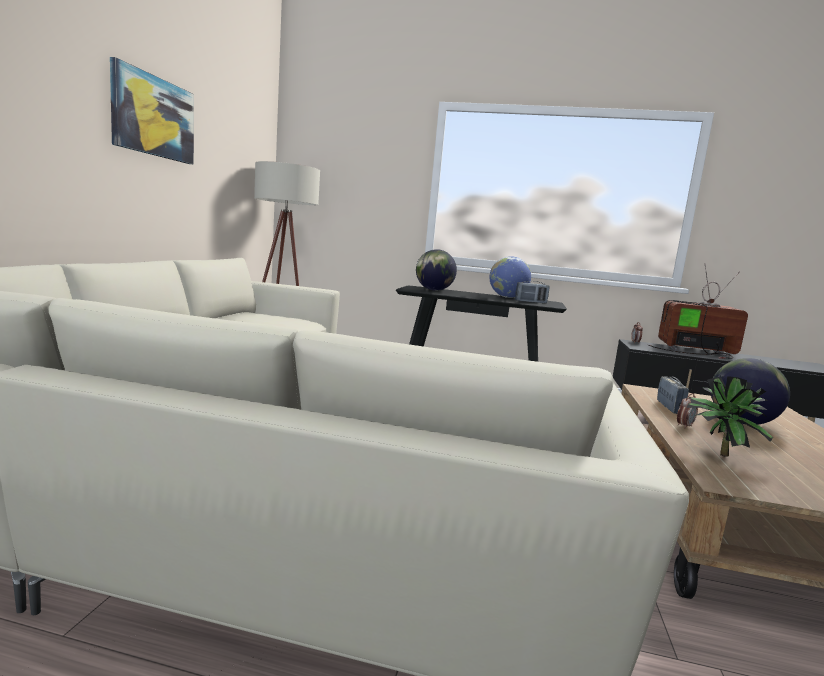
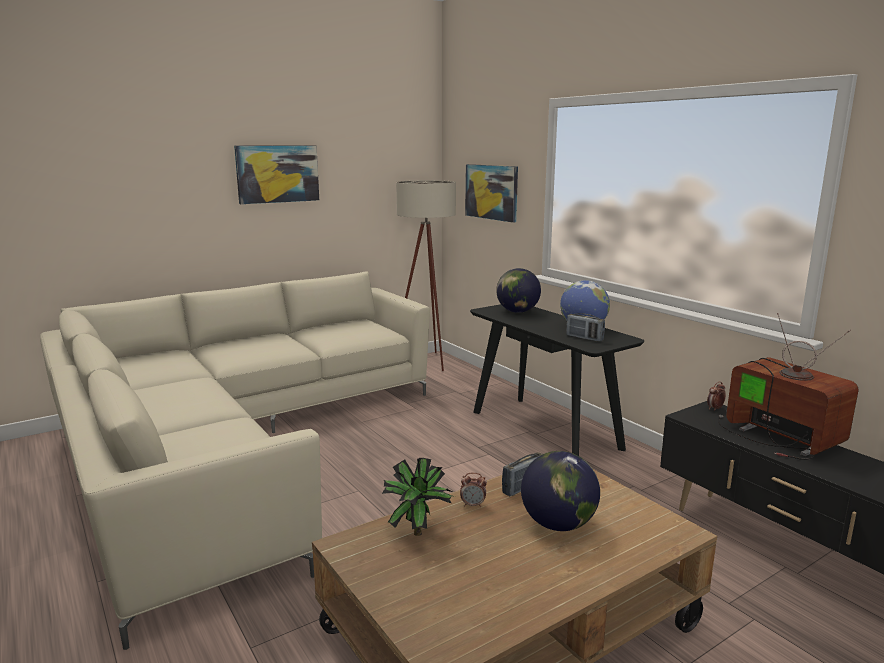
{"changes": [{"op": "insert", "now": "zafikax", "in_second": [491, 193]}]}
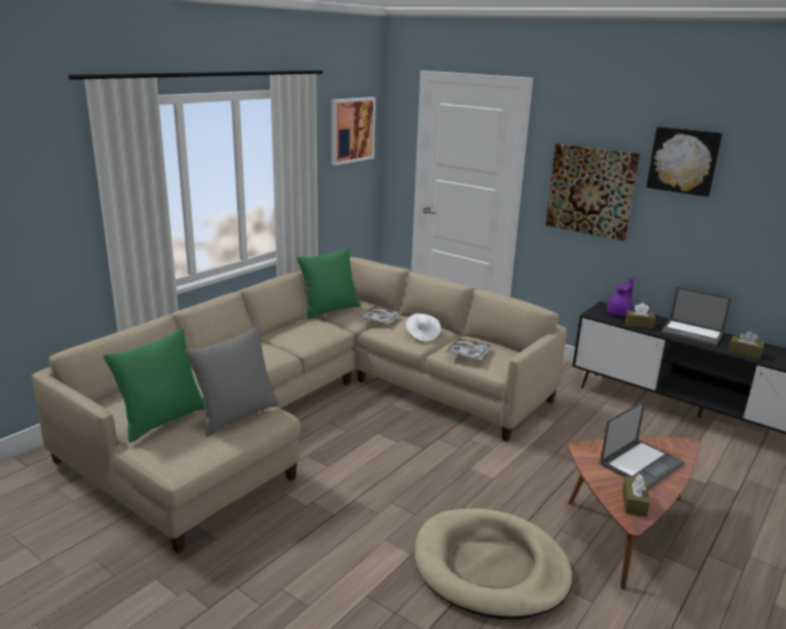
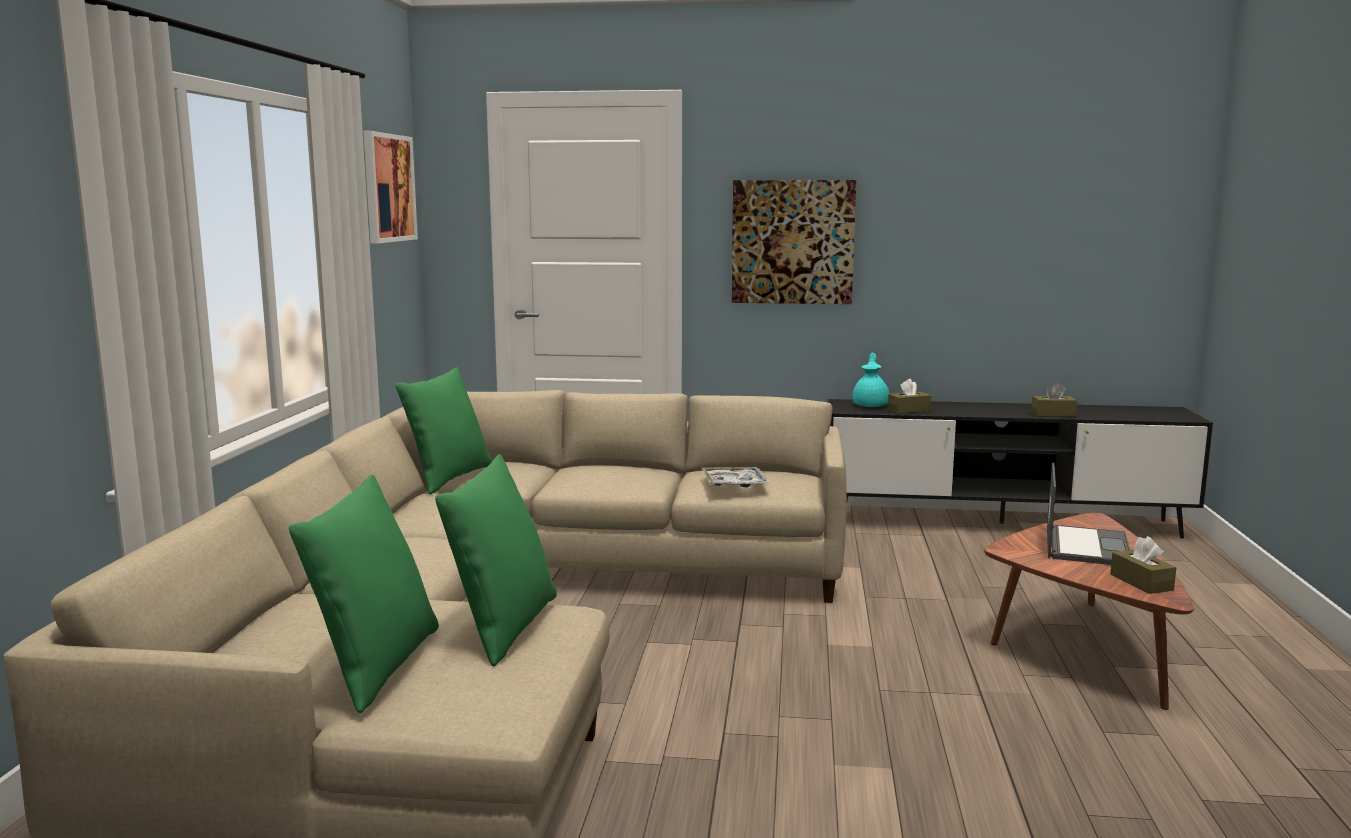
{"changes": [{"op": "recolor", "was": "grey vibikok", "now": "green vibikok", "in_first": [232, 382], "in_second": [496, 560]}, {"op": "recolor", "was": "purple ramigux", "now": "turquoise ramigux", "in_first": [620, 296], "in_second": [871, 380]}, {"op": "delete", "was": "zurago", "in_first": [380, 315]}, {"op": "delete", "was": "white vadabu", "in_first": [423, 327]}, {"op": "delete", "was": "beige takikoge", "in_first": [494, 564]}, {"op": "delete", "was": "zafikax", "in_first": [684, 162]}, {"op": "delete", "was": "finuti", "in_first": [695, 317]}]}
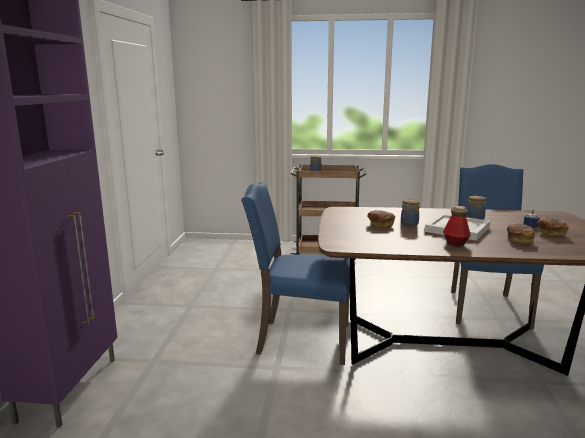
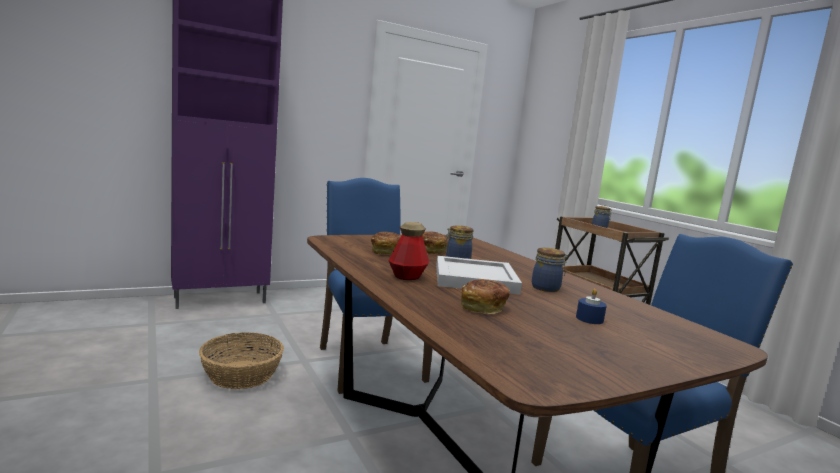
{"changes": [{"op": "insert", "now": "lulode", "in_second": [241, 360]}, {"op": "move", "was": "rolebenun", "in_first": [553, 227], "in_second": [386, 243]}]}
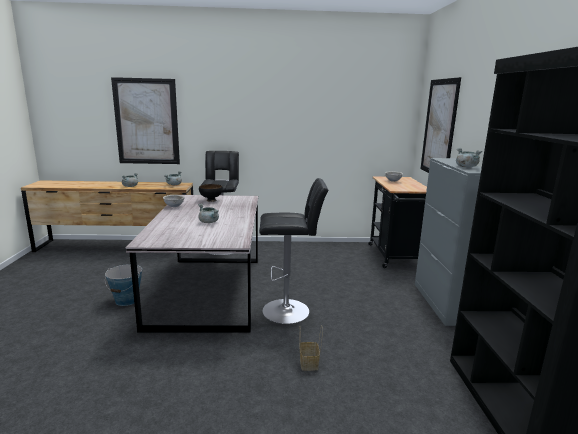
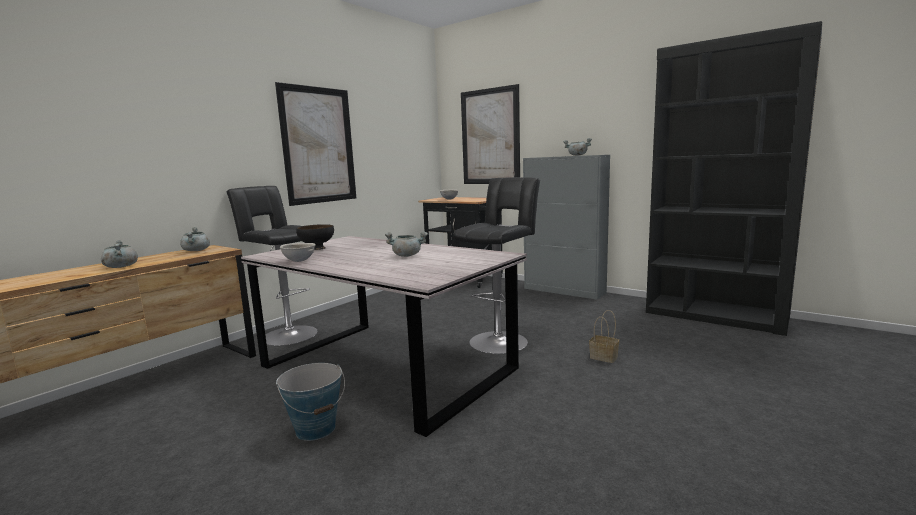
{"changes": [{"op": "move", "was": "zafikax", "in_first": [145, 120], "in_second": [315, 144]}]}
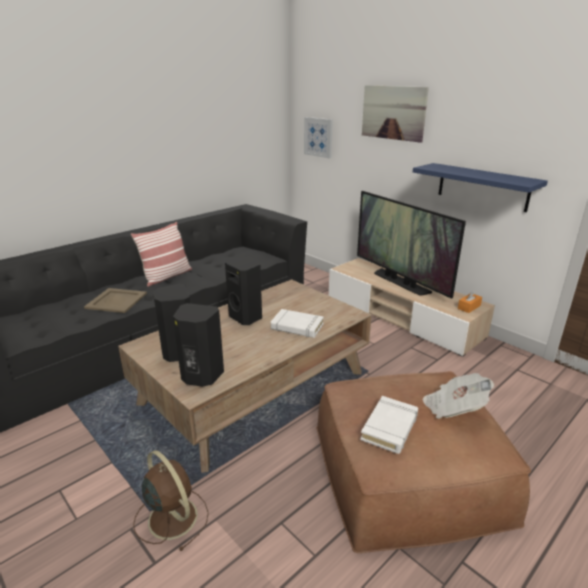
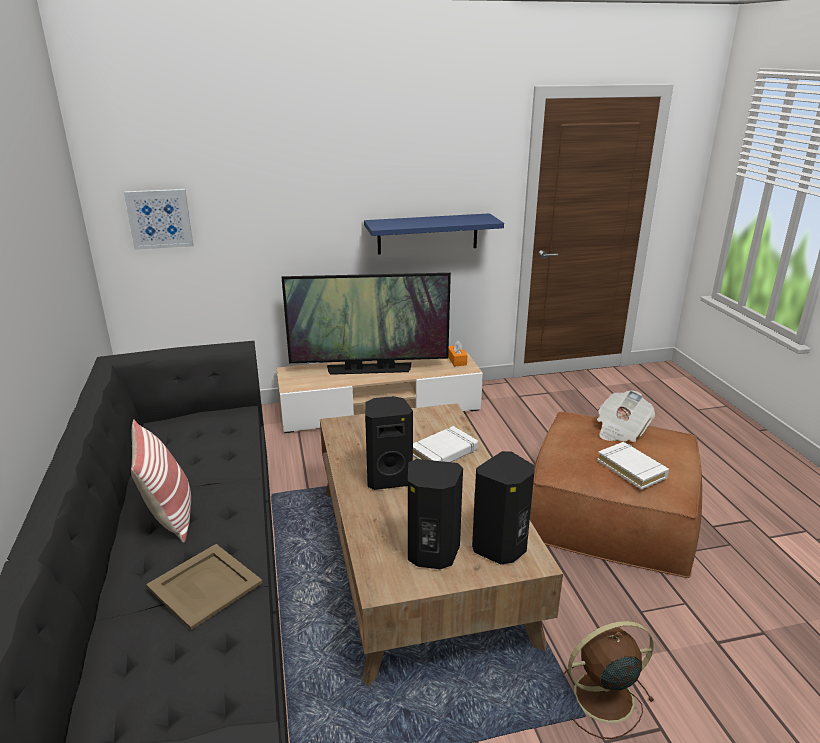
{"changes": [{"op": "delete", "was": "zafikax", "in_first": [395, 114]}]}
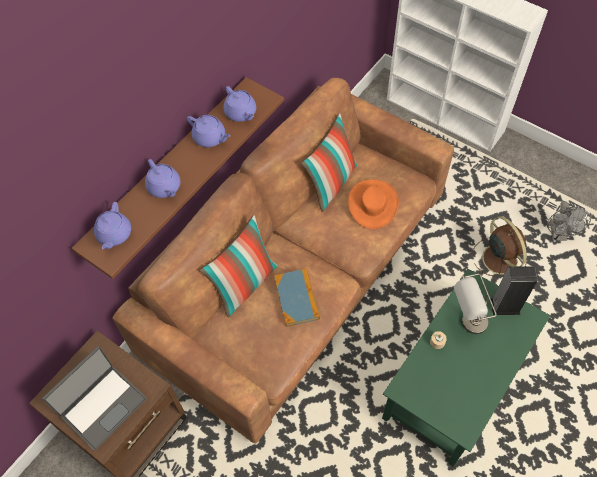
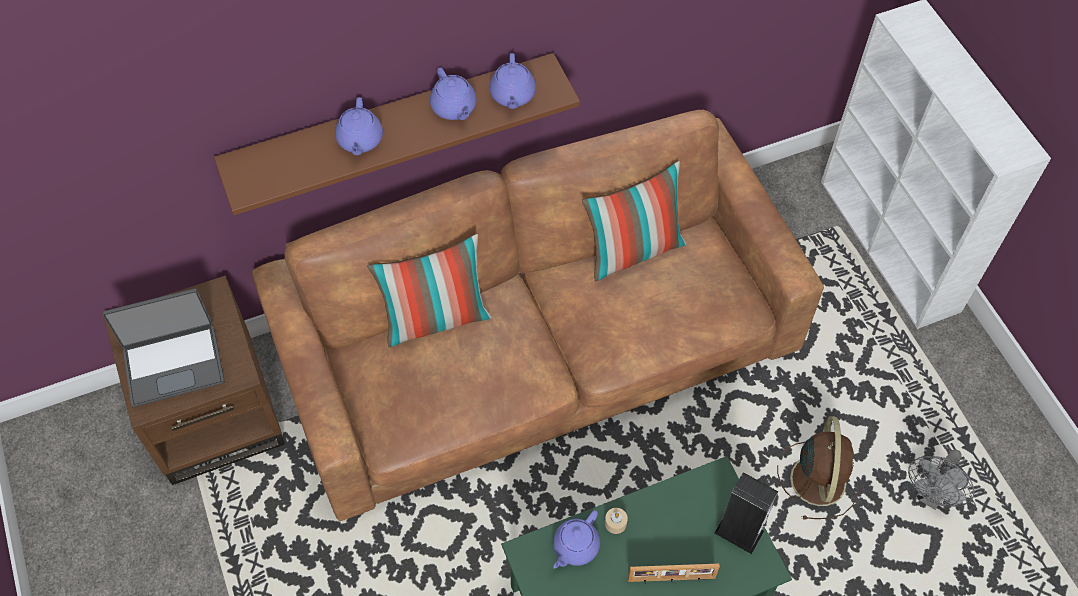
{"changes": [{"op": "move", "was": "purple ramigux", "in_first": [112, 225], "in_second": [576, 539]}, {"op": "insert", "now": "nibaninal", "in_second": [674, 573]}, {"op": "delete", "was": "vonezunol", "in_first": [297, 298]}, {"op": "delete", "was": "orange vadabu", "in_first": [373, 204]}, {"op": "delete", "was": "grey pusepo", "in_first": [475, 303]}]}
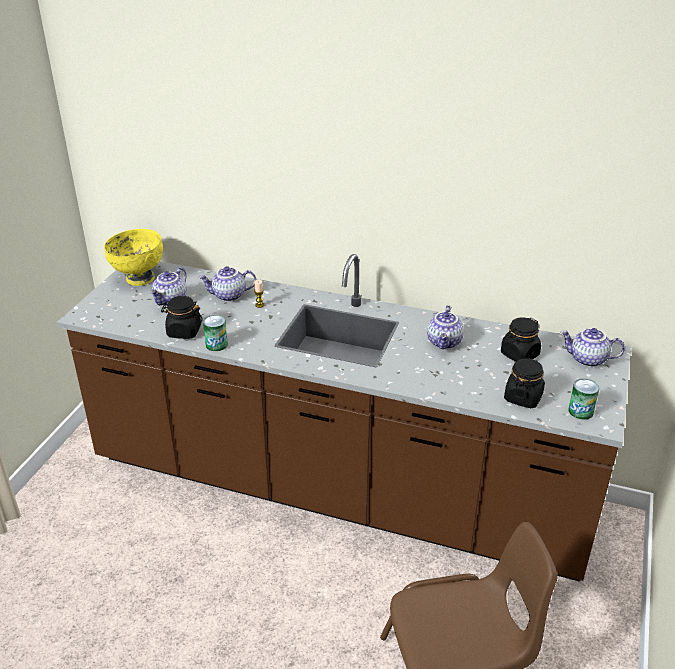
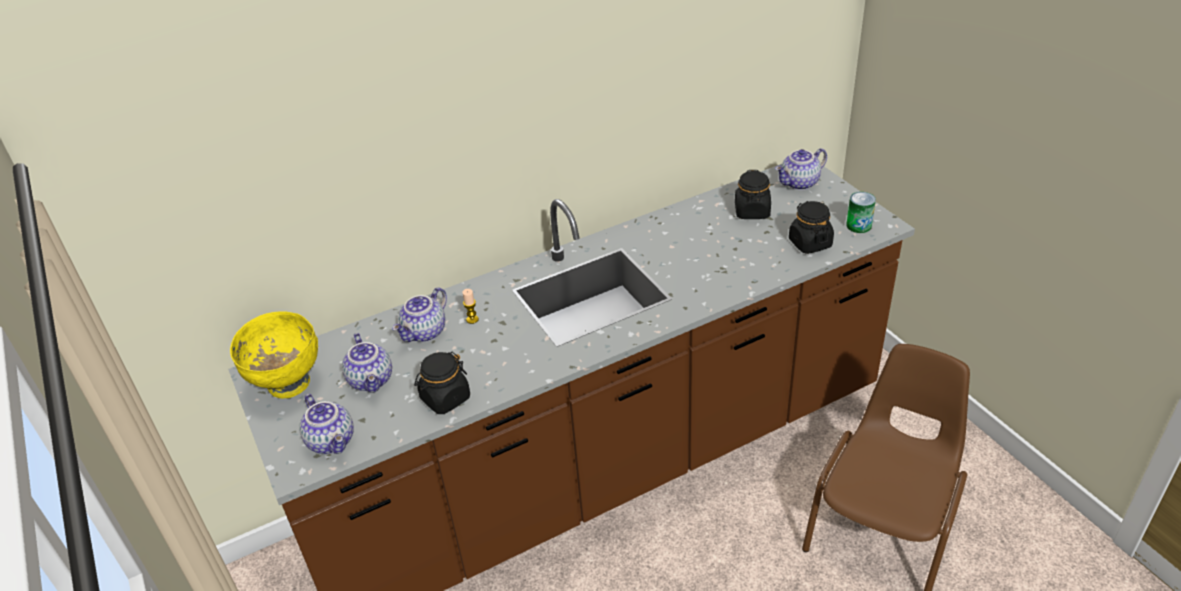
{"changes": [{"op": "move", "was": "ramigux", "in_first": [445, 327], "in_second": [326, 424]}, {"op": "delete", "was": "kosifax", "in_first": [215, 333]}]}
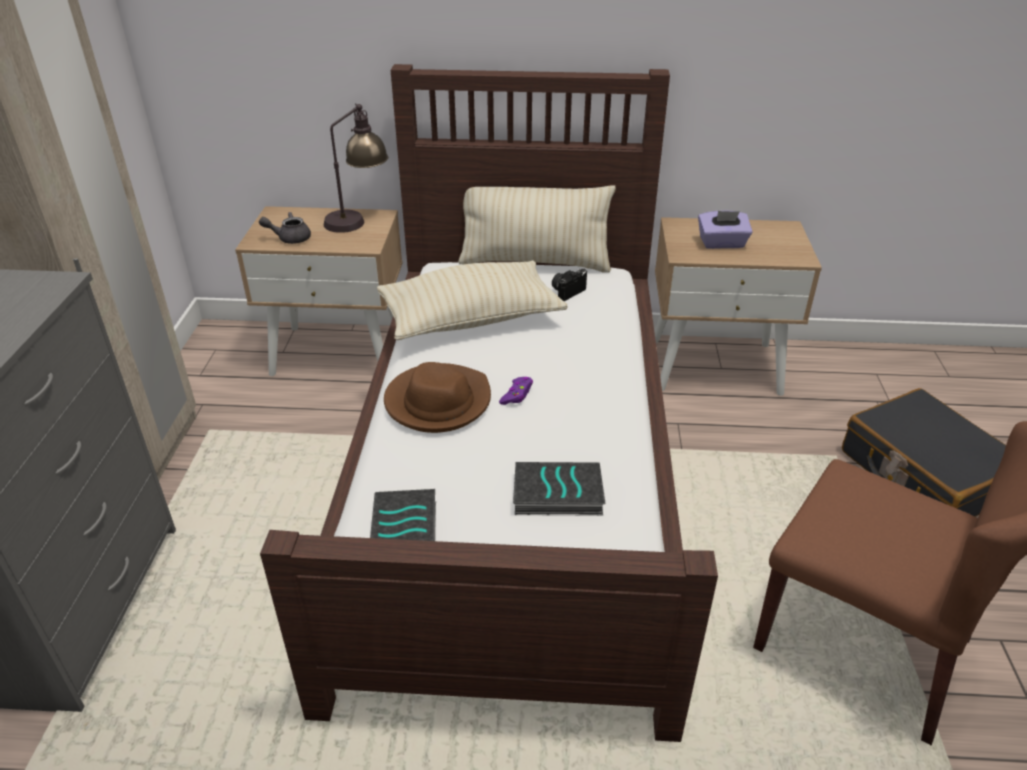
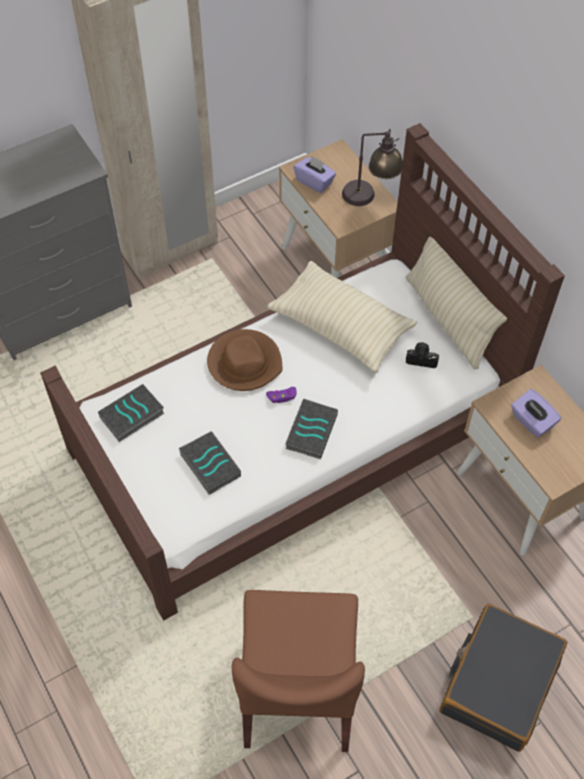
{"changes": [{"op": "insert", "now": "vonezunol", "in_second": [311, 428]}, {"op": "replace", "was": "grey ramigux", "now": "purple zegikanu", "in_first": [285, 228], "in_second": [315, 174]}]}
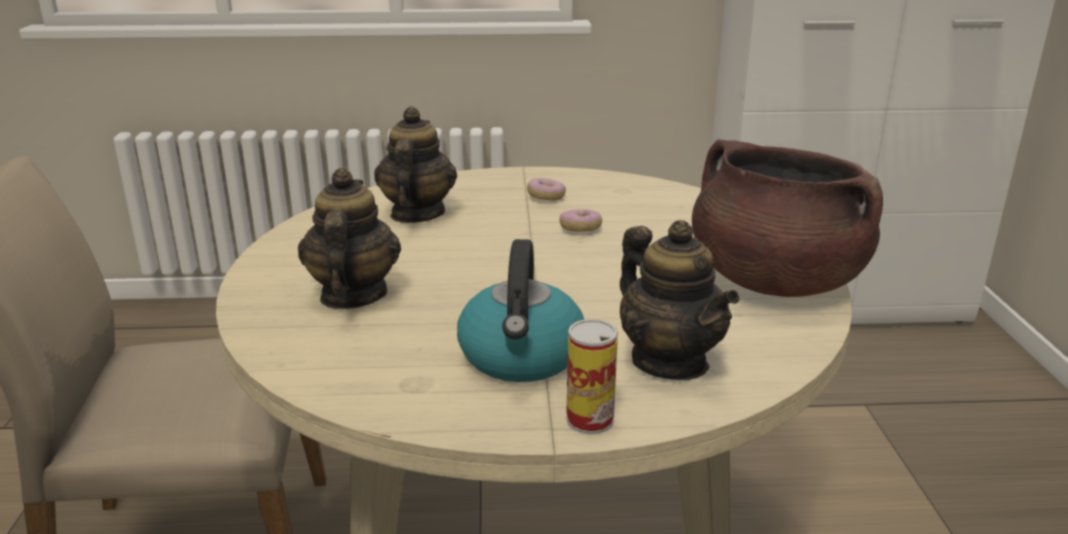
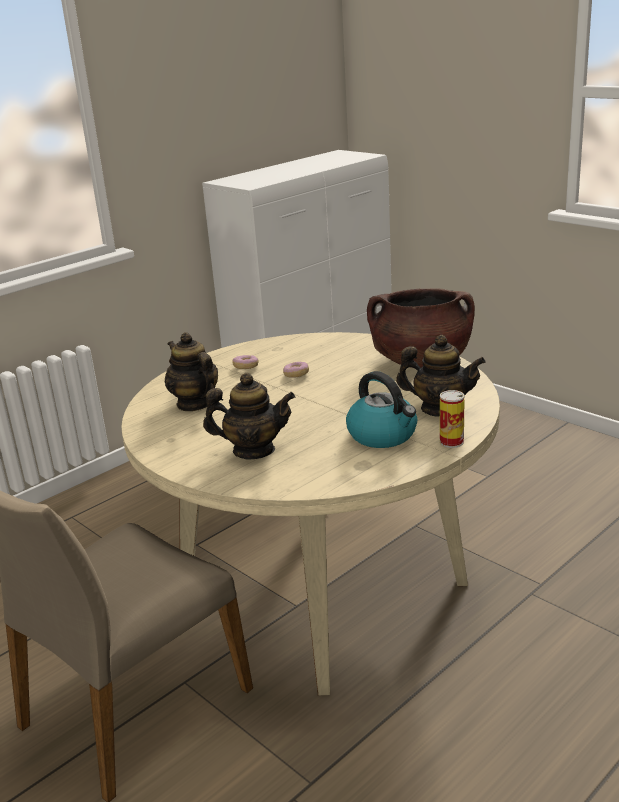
{"changes": [{"op": "rotate", "was": "ramigux", "in_first": [349, 238], "in_second": [249, 416], "clockwise": 135}]}
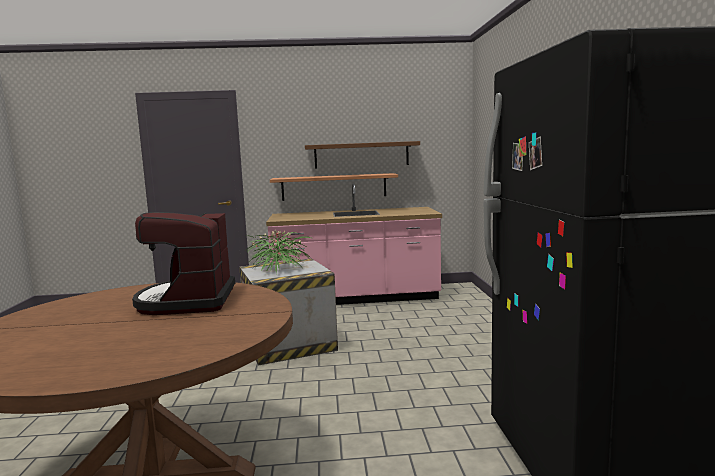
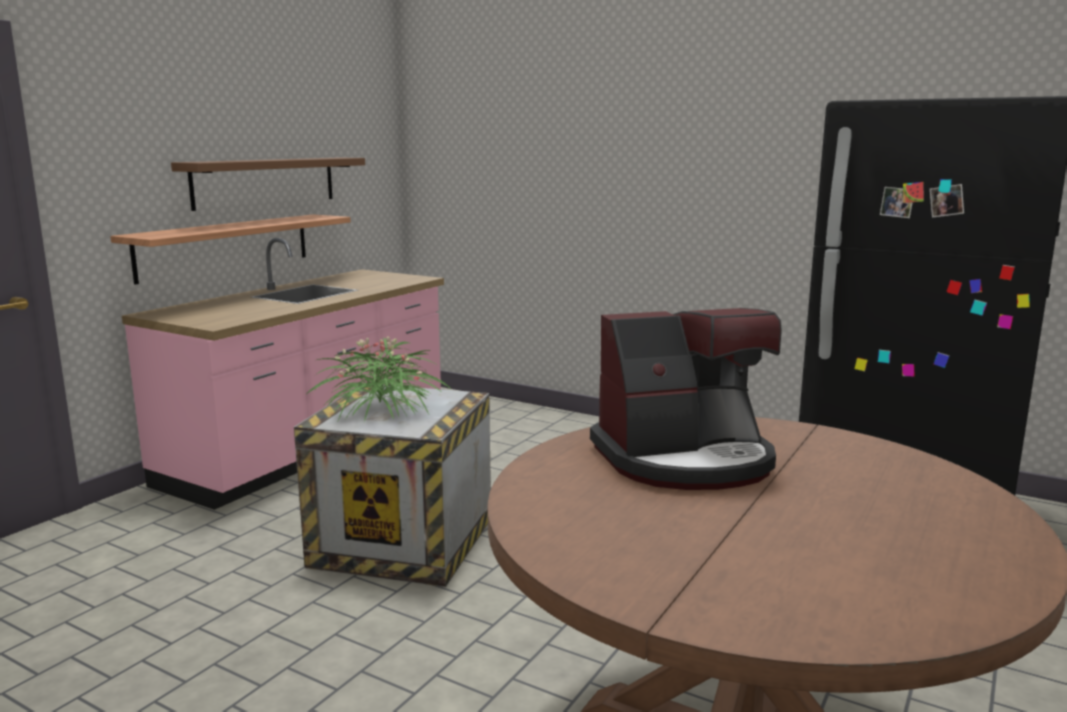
{"changes": [{"op": "rotate", "was": "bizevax", "in_first": [183, 263], "in_second": [686, 399], "clockwise": -45}]}
